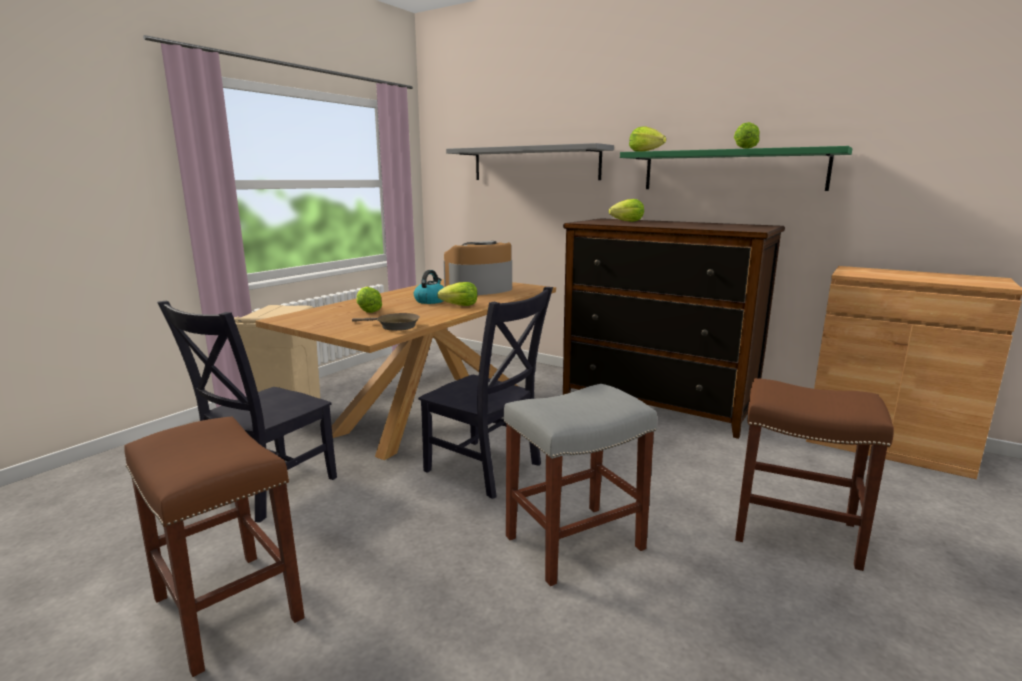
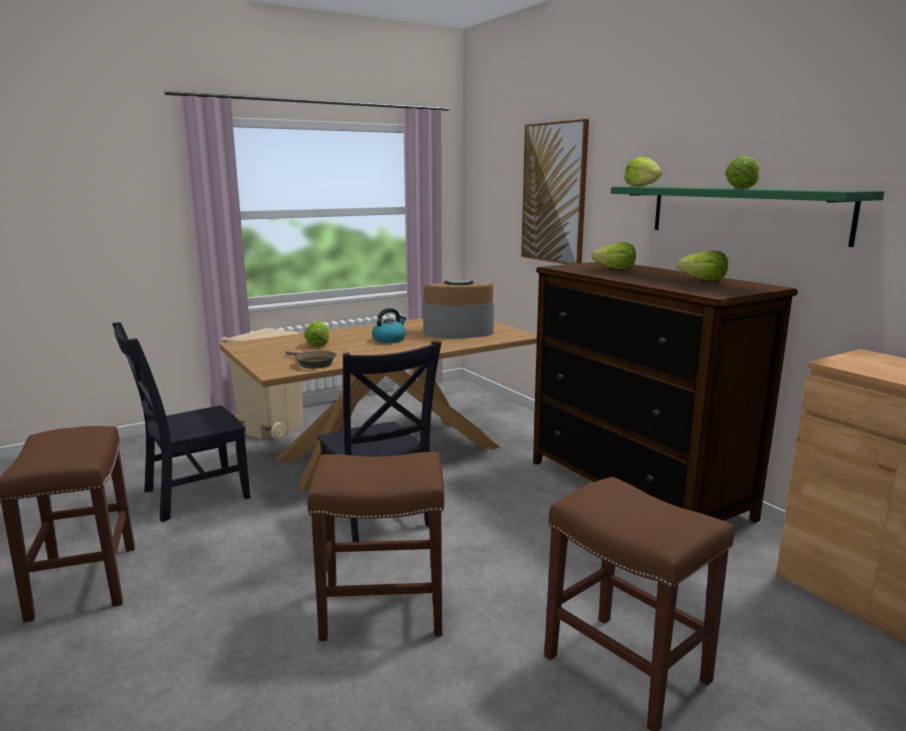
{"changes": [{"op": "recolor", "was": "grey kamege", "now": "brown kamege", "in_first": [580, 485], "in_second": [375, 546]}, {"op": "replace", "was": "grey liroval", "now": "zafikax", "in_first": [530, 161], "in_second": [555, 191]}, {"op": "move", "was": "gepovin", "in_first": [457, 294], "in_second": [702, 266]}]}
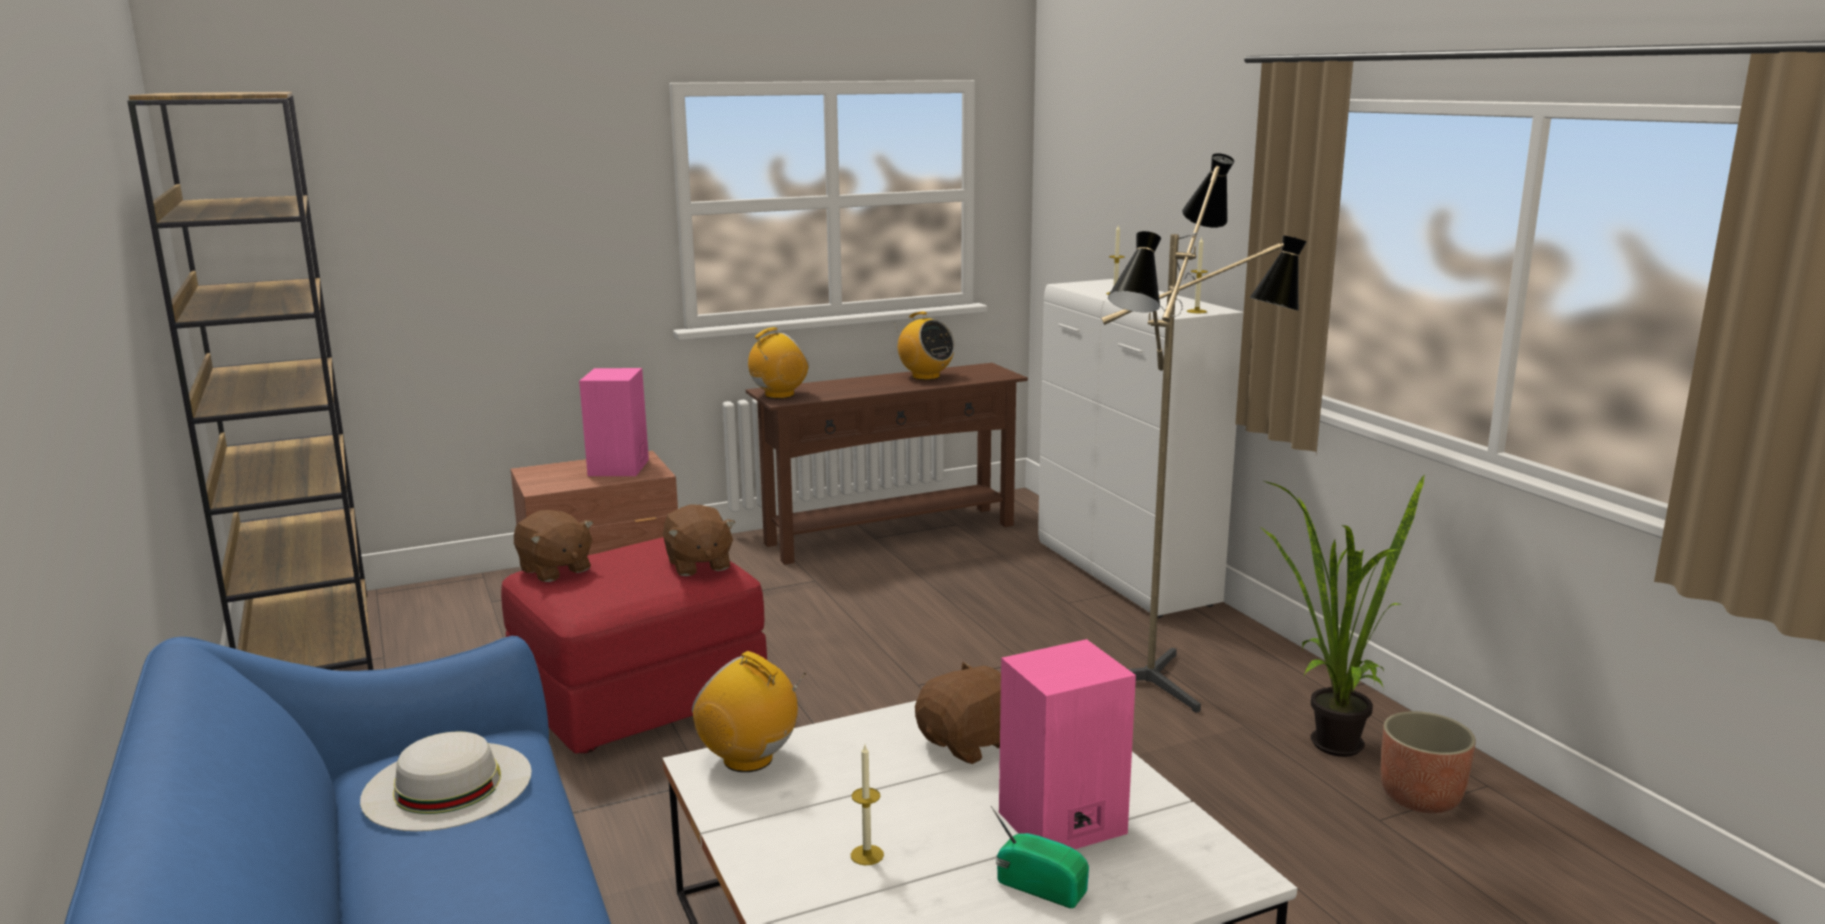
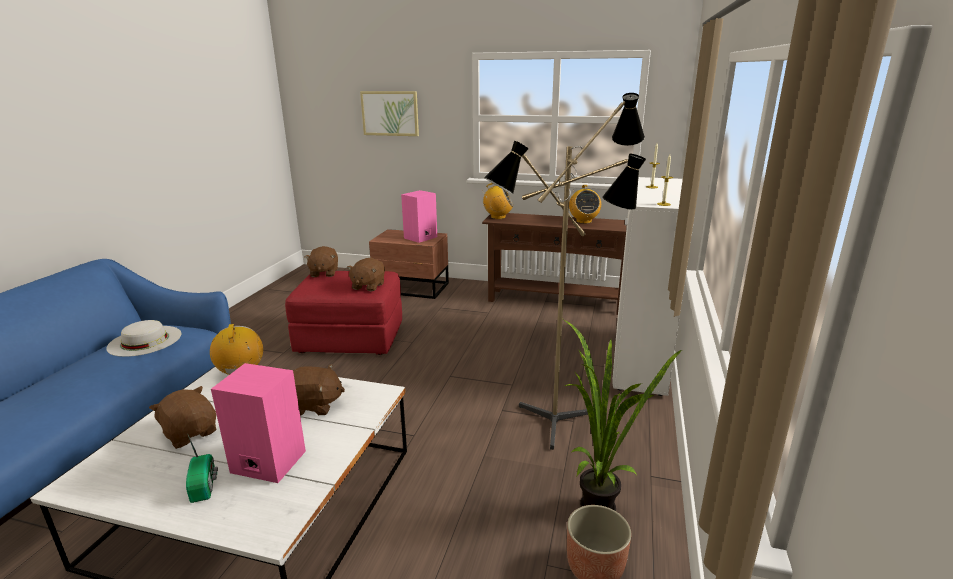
{"changes": [{"op": "replace", "was": "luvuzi", "now": "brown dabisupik", "in_first": [867, 805], "in_second": [183, 417]}, {"op": "insert", "now": "zafikax", "in_second": [389, 113]}, {"op": "delete", "was": "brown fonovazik", "in_first": [250, 381]}]}
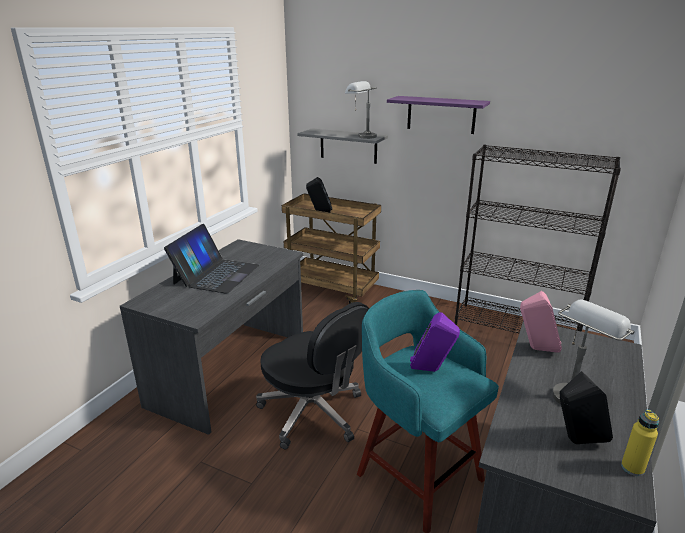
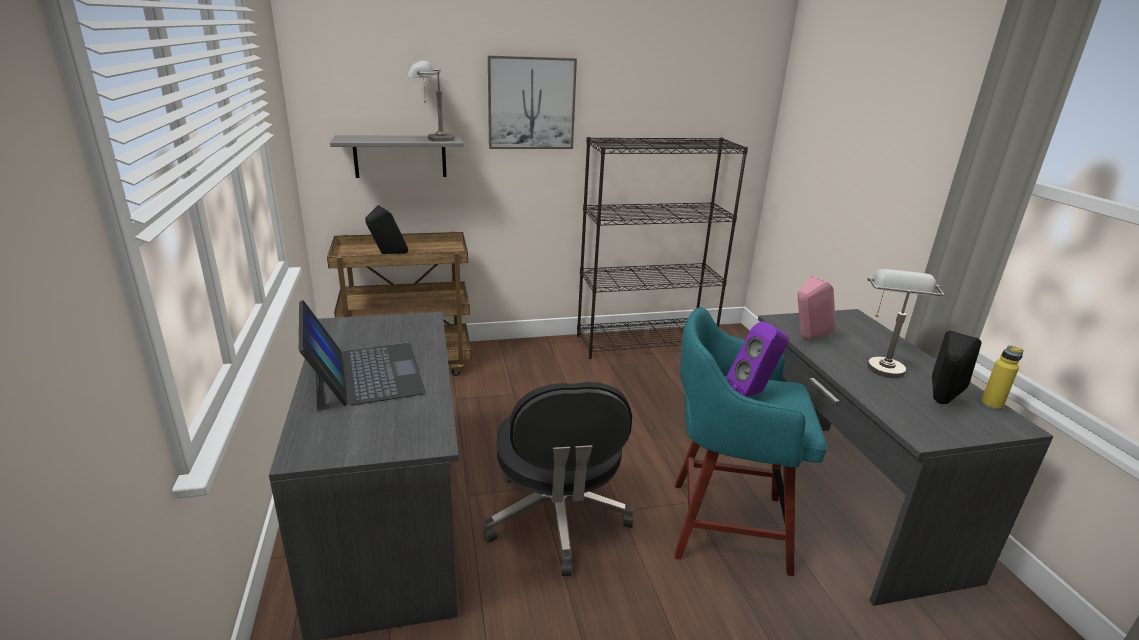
{"changes": [{"op": "rotate", "was": "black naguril", "in_first": [313, 375], "in_second": [558, 479], "clockwise": 75}, {"op": "replace", "was": "purple liroval", "now": "zafikax", "in_first": [438, 115], "in_second": [532, 102]}]}
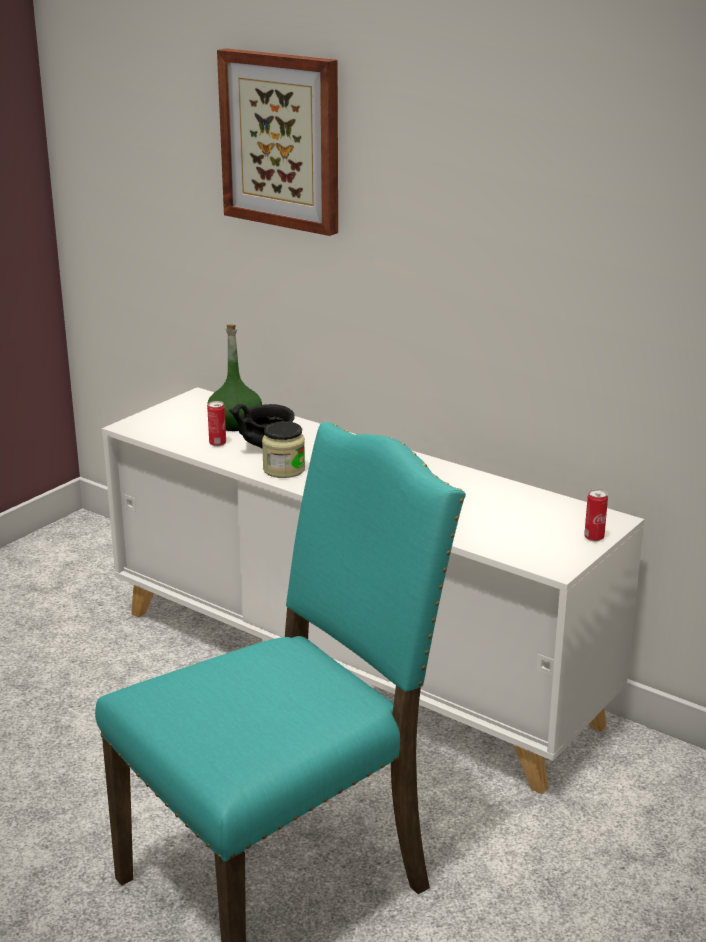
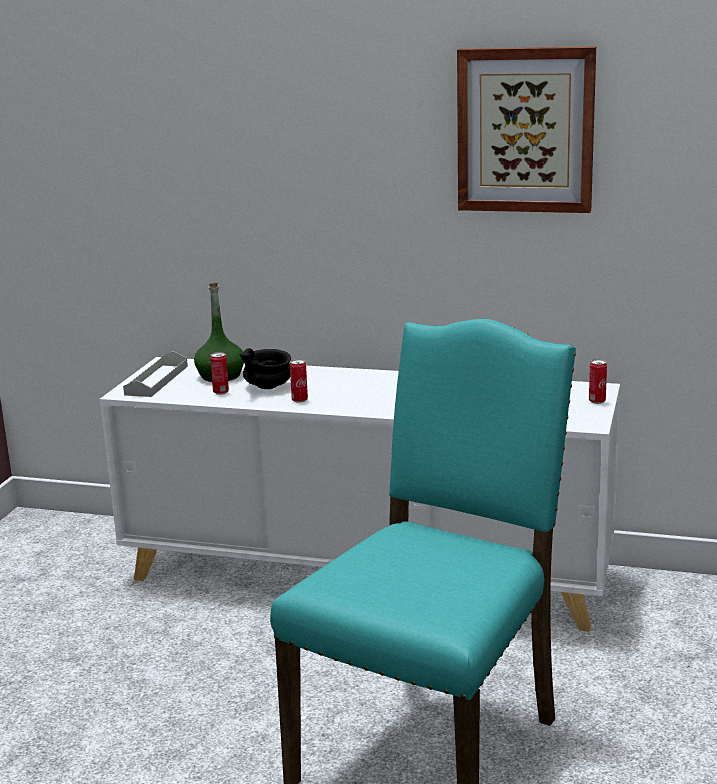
{"changes": [{"op": "insert", "now": "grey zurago", "in_second": [155, 374]}, {"op": "replace", "was": "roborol", "now": "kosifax", "in_first": [283, 449], "in_second": [299, 381]}, {"op": "move", "was": "zafikax", "in_first": [277, 142], "in_second": [526, 129]}]}
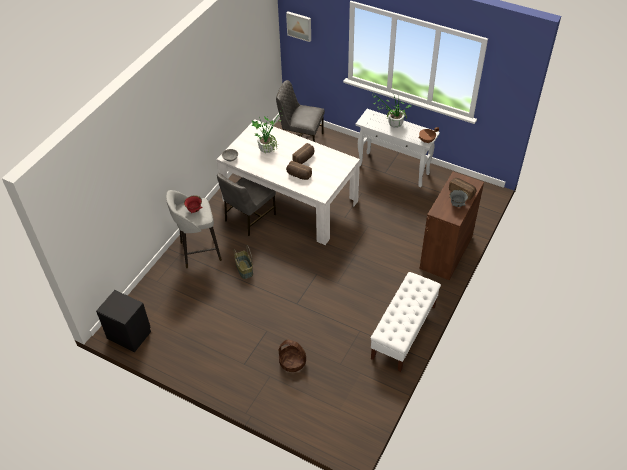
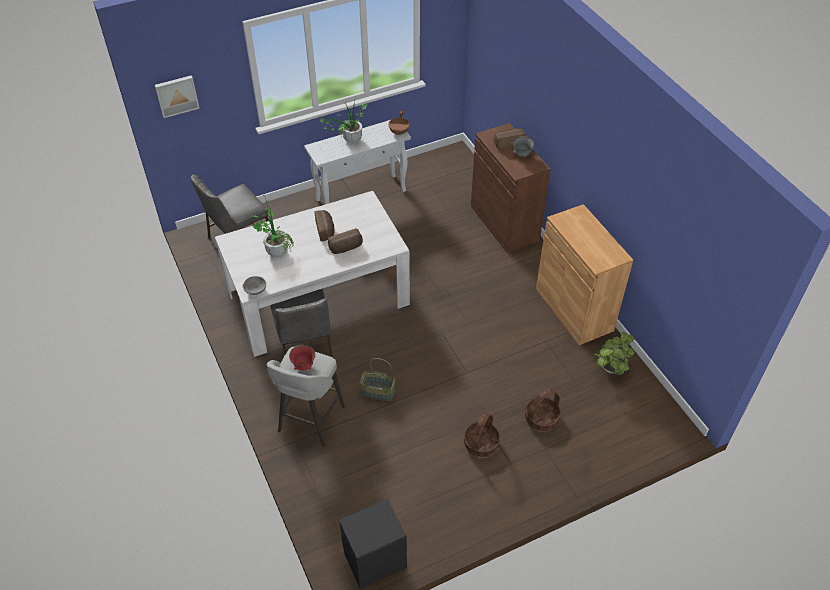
{"changes": [{"op": "insert", "now": "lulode", "in_second": [482, 434]}, {"op": "replace", "was": "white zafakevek", "now": "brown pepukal", "in_first": [405, 322], "in_second": [584, 274]}, {"op": "insert", "now": "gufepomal", "in_second": [614, 353]}]}
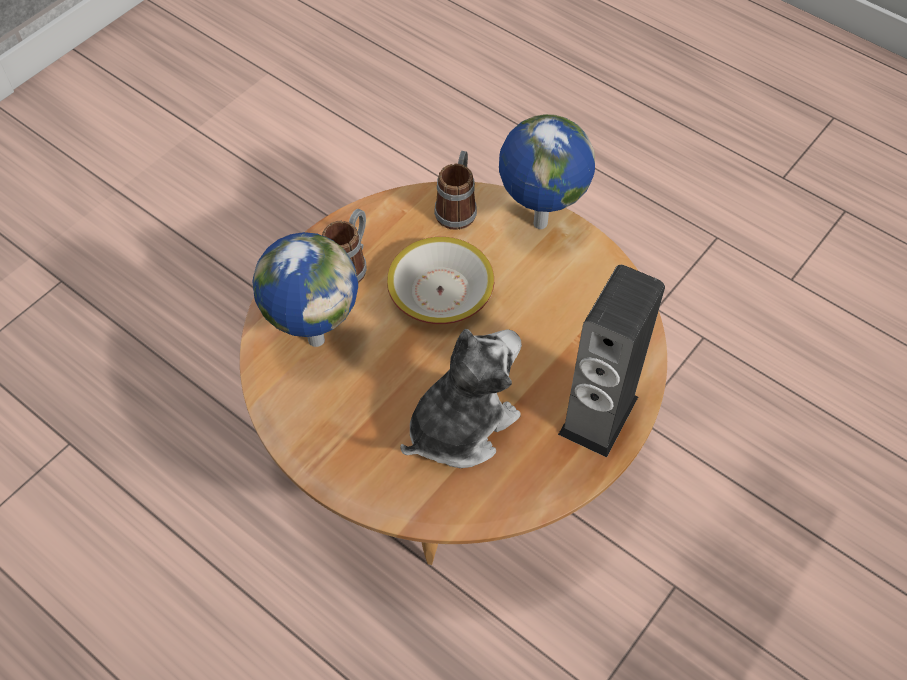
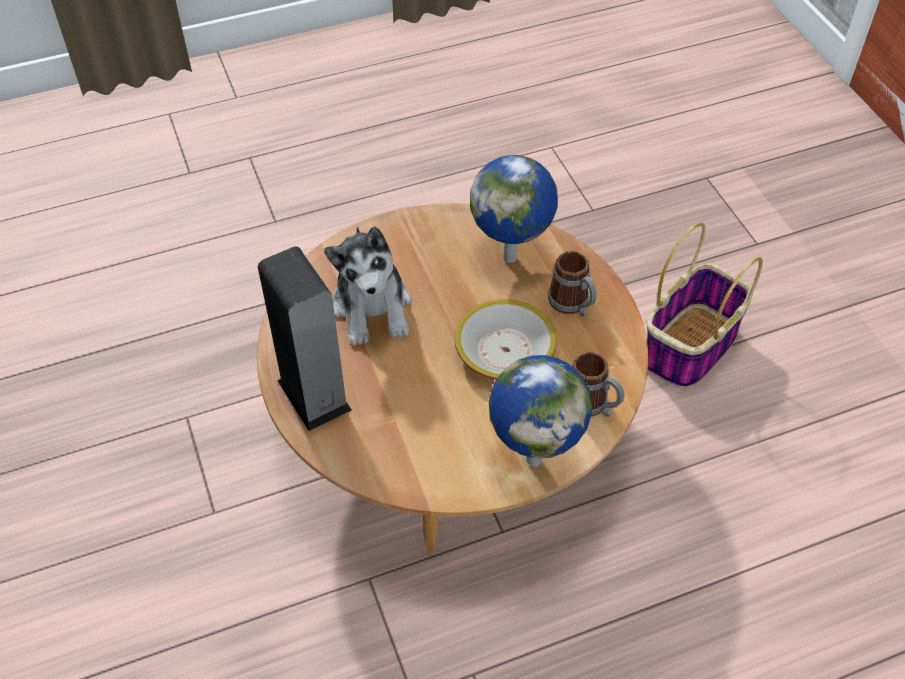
{"changes": [{"op": "insert", "now": "lulode", "in_second": [705, 305]}]}
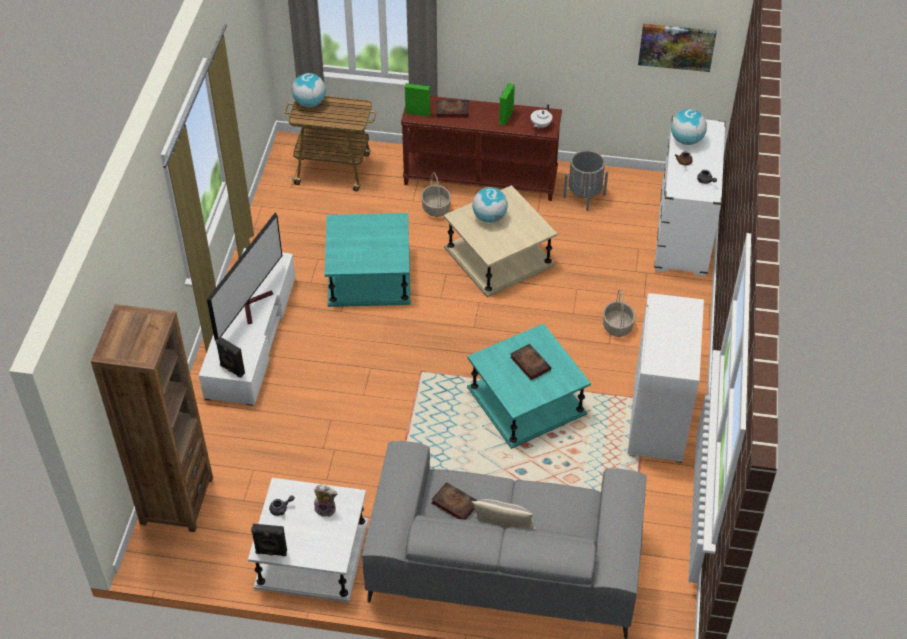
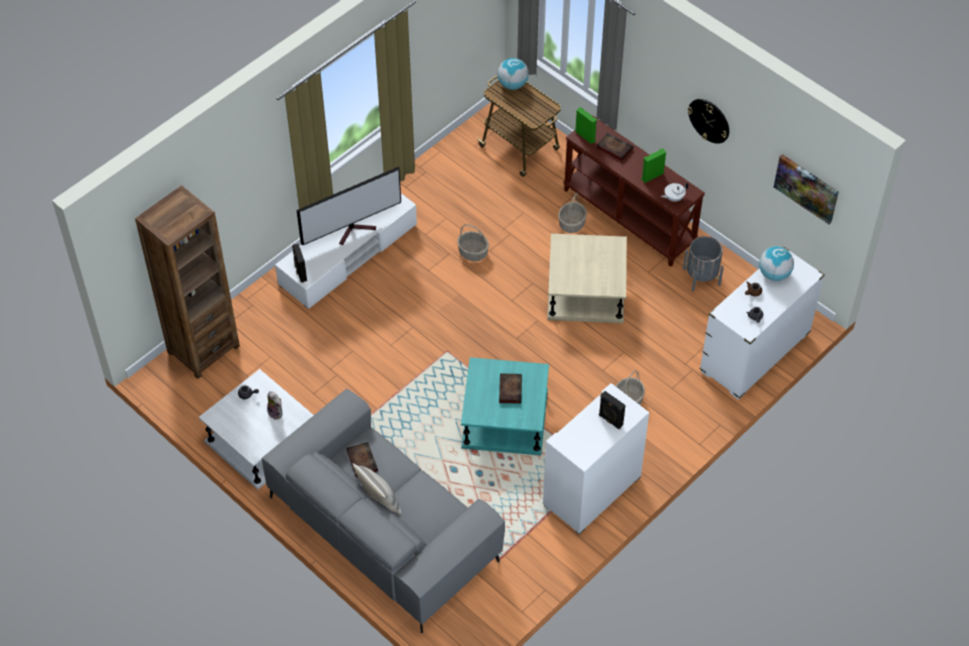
{"changes": [{"op": "replace", "was": "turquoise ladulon", "now": "lulode", "in_first": [367, 260], "in_second": [473, 242]}, {"op": "move", "was": "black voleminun", "in_first": [269, 540], "in_second": [612, 410]}, {"op": "insert", "now": "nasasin", "in_second": [708, 121]}, {"op": "delete", "was": "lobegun", "in_first": [490, 205]}]}
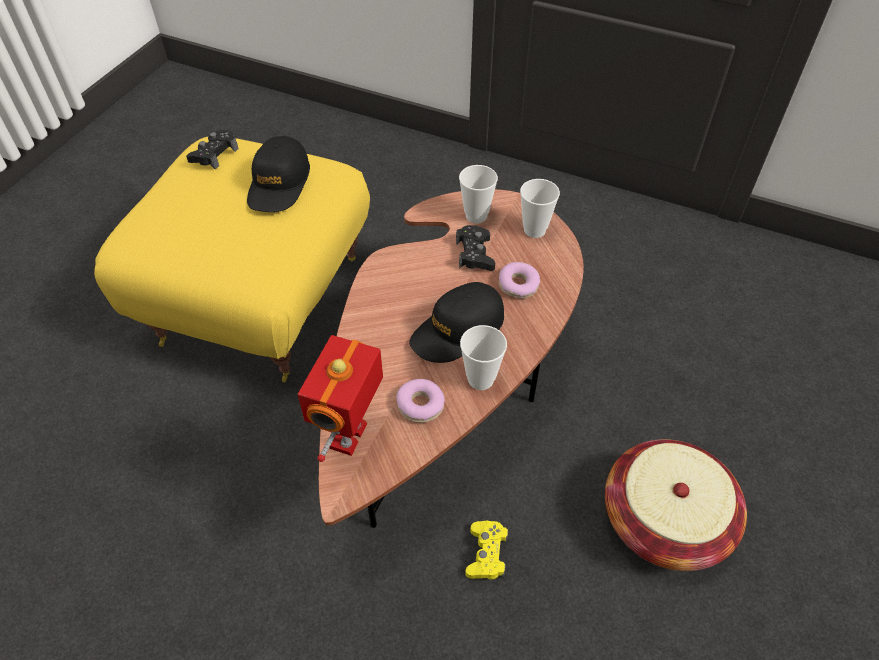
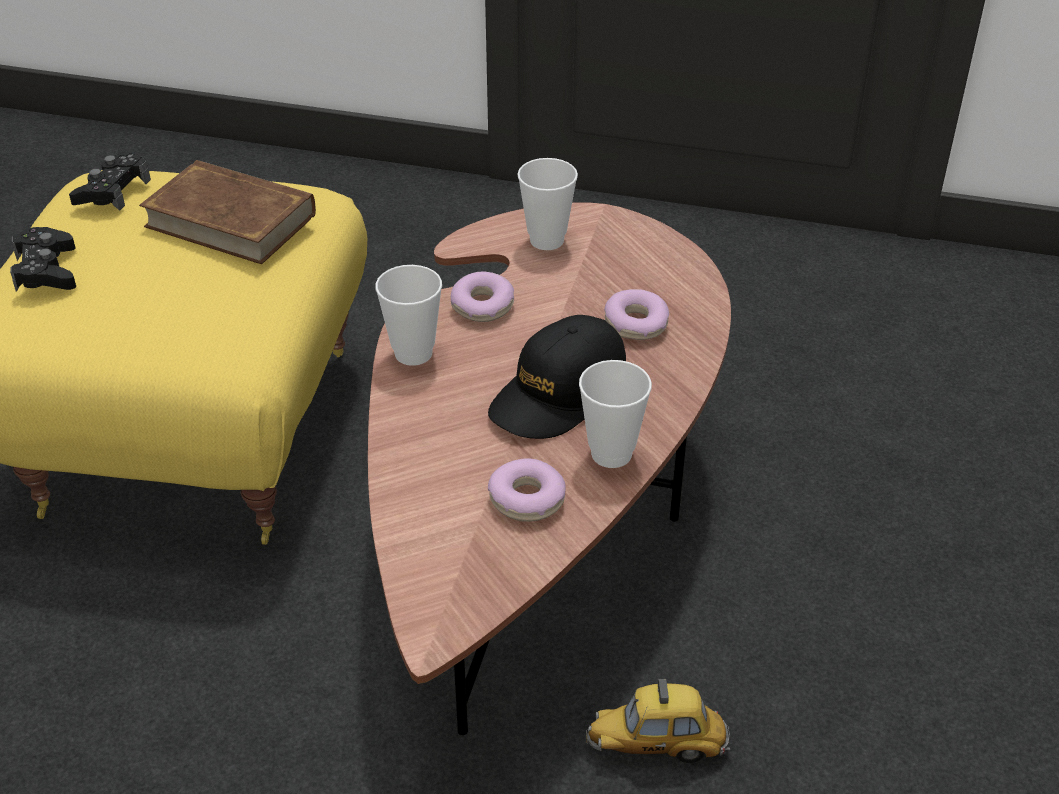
{"changes": [{"op": "move", "was": "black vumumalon", "in_first": [475, 248], "in_second": [43, 259]}, {"op": "replace", "was": "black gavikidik", "now": "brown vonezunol", "in_first": [278, 174], "in_second": [227, 212]}, {"op": "move", "was": "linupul", "in_first": [540, 208], "in_second": [408, 315]}, {"op": "insert", "now": "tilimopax", "in_second": [482, 297]}, {"op": "replace", "was": "yellow vumumalon", "now": "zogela", "in_first": [486, 550], "in_second": [658, 721]}, {"op": "delete", "was": "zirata", "in_first": [340, 398]}, {"op": "delete", "was": "lulode", "in_first": [676, 505]}]}
